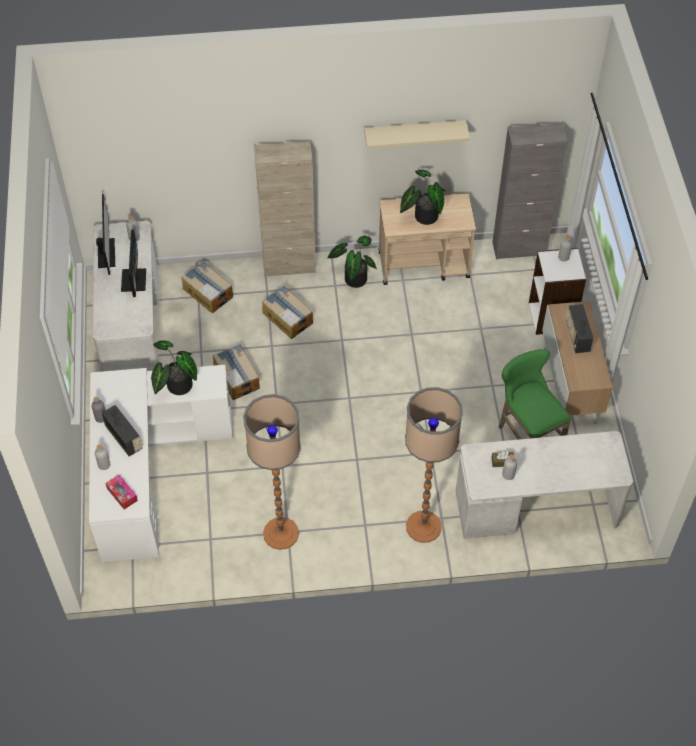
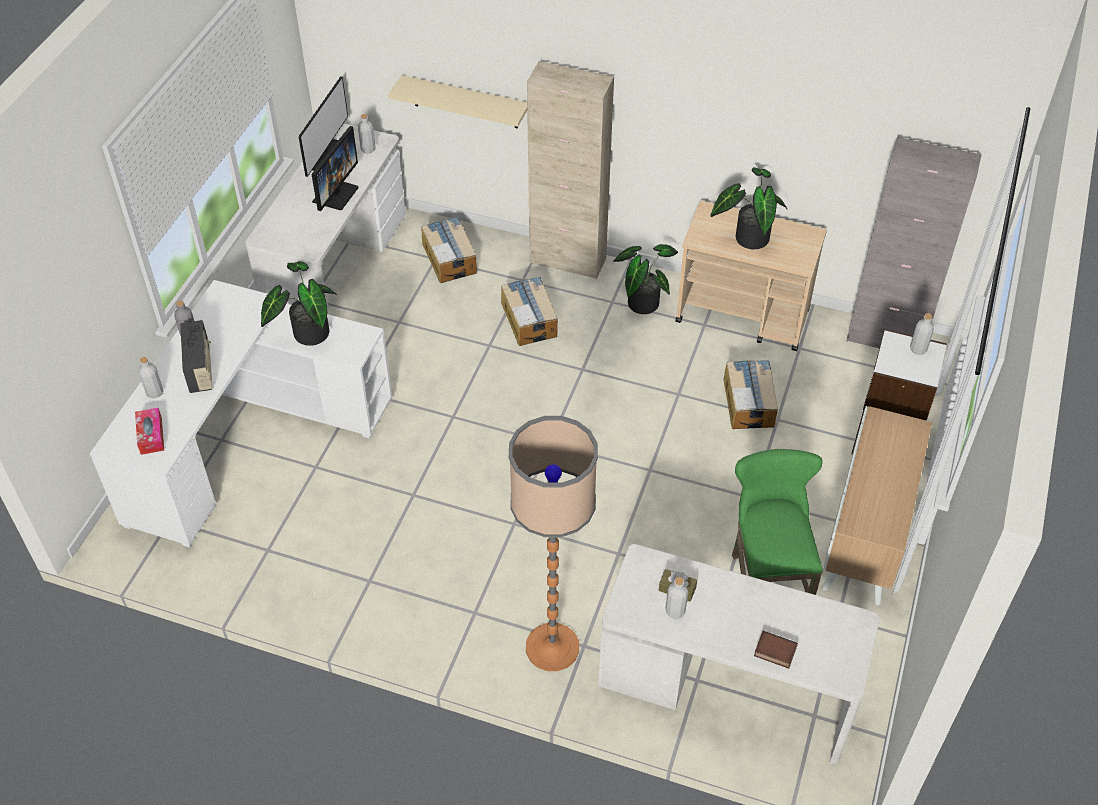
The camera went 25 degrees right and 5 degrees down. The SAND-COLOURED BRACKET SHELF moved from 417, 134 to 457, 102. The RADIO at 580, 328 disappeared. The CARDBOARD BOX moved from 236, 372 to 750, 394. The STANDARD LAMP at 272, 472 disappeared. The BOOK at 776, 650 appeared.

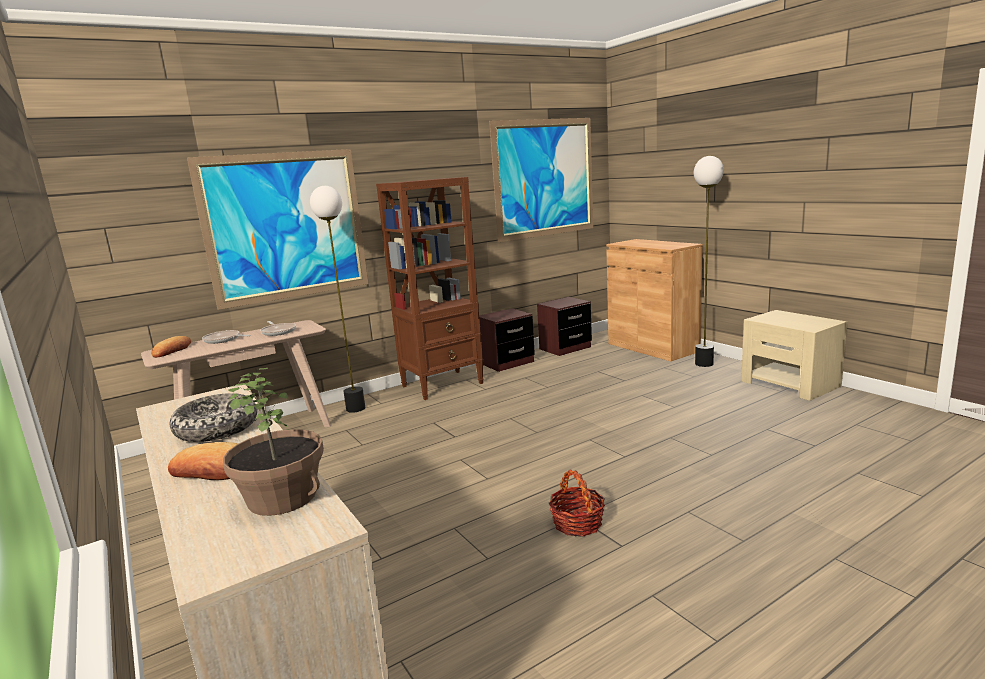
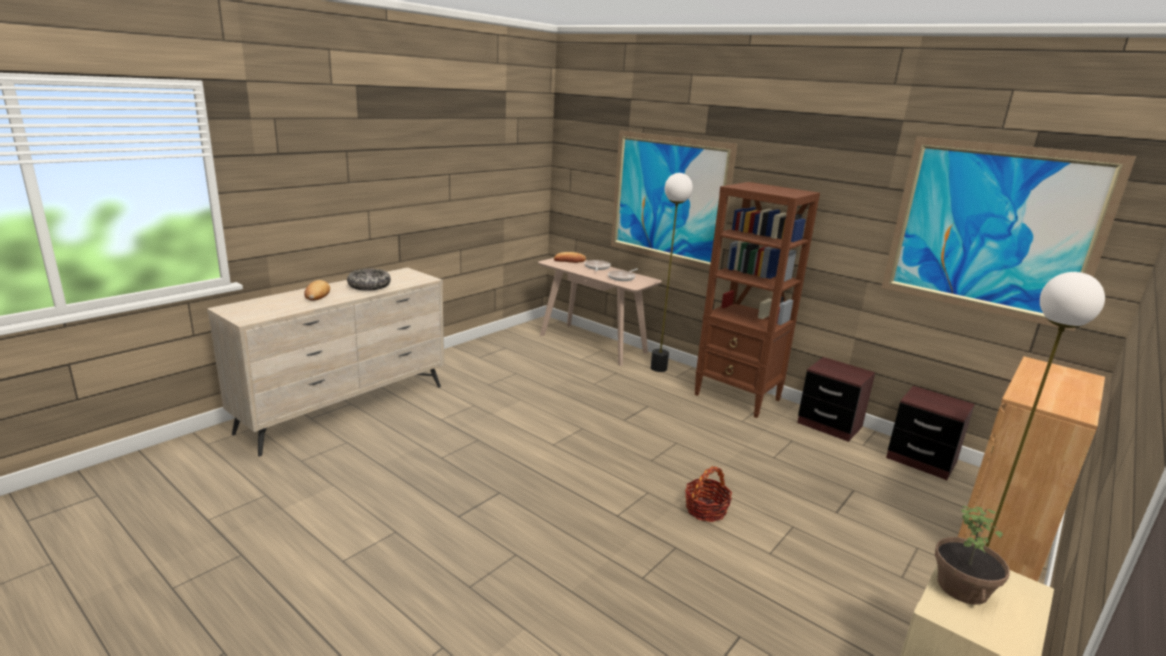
The camera went 70 degrees right and 5 degrees up. The HOUSEPLANT moved from 273, 442 to 972, 555. The BASKET moved from 577, 503 to 708, 494.

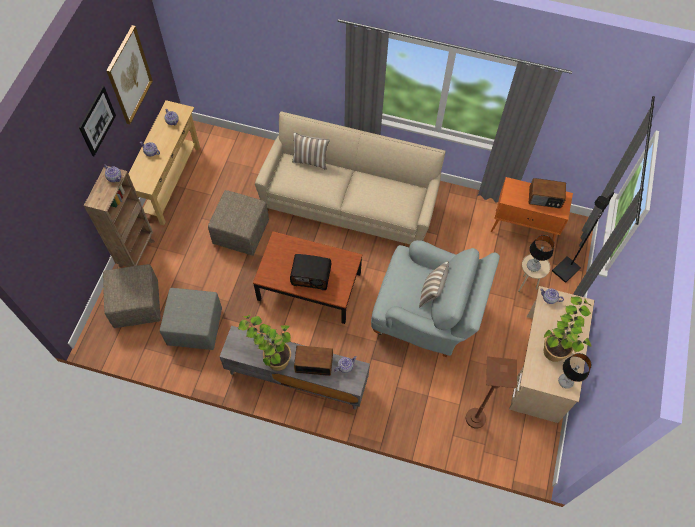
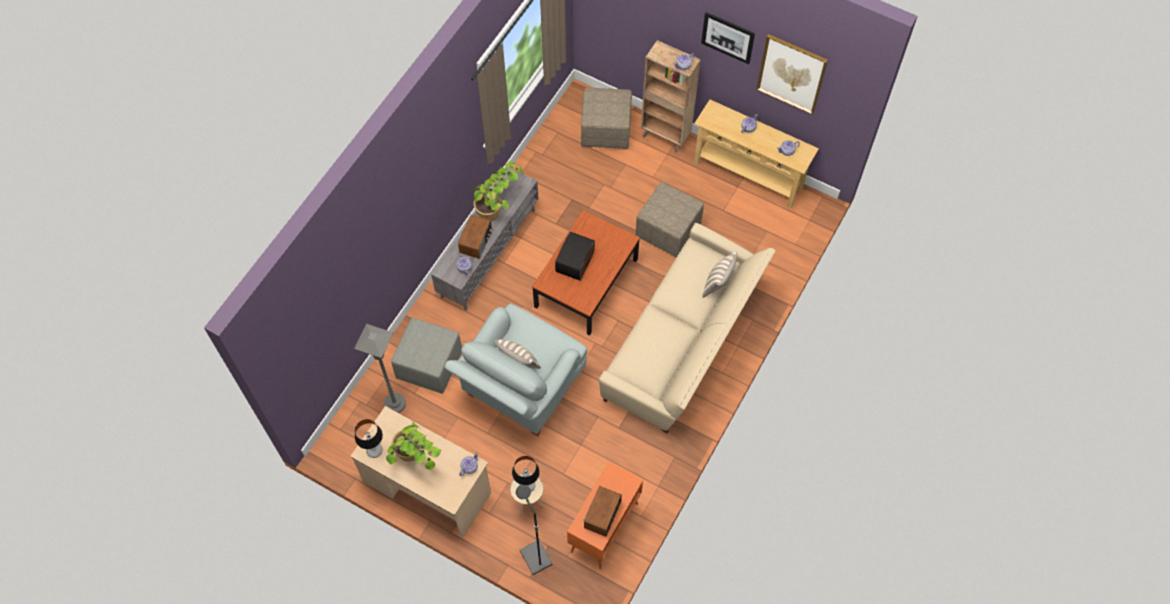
The camera went 105 degrees right and 0 degrees up. The GREYISH POUFFE moved from 191, 319 to 426, 356. The BROWNISH STANDARD LAMP at 491, 392 became the GREYISH STANDARD LAMP at 380, 368.

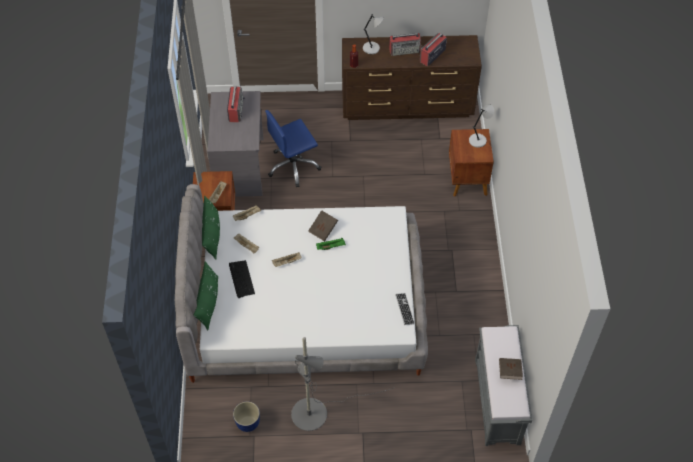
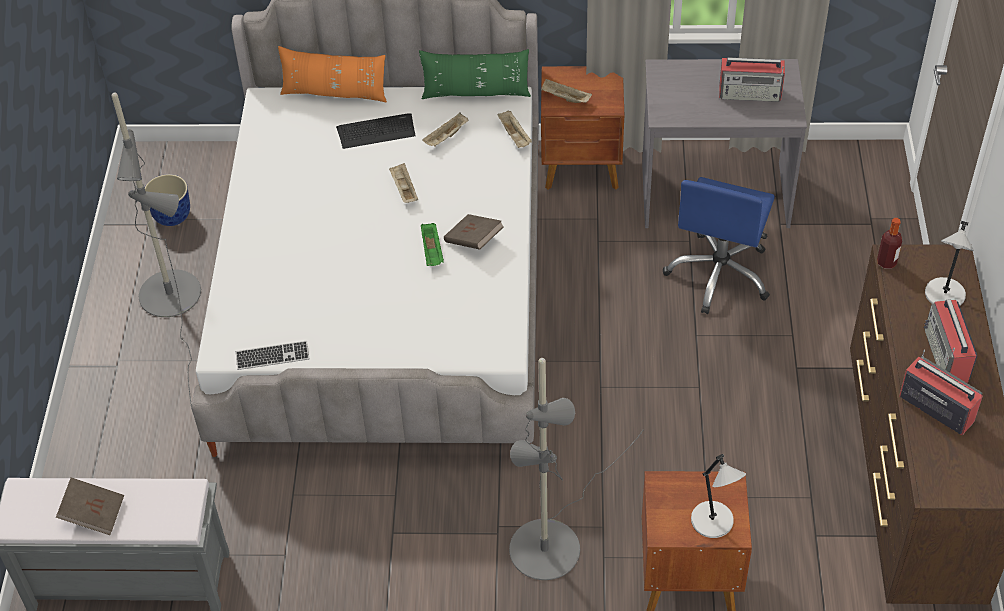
The camera went 95 degrees right and 5 degrees down. The BLUE COMPUTER CHAIR at 293, 149 turned 135 degrees counterclockwise. The GREEN-COLOURED PILLOW at 206, 295 became the ORANGE PILLOW at 332, 74. The GREYISH STANDARD LAMP at 576, 469 appeared.

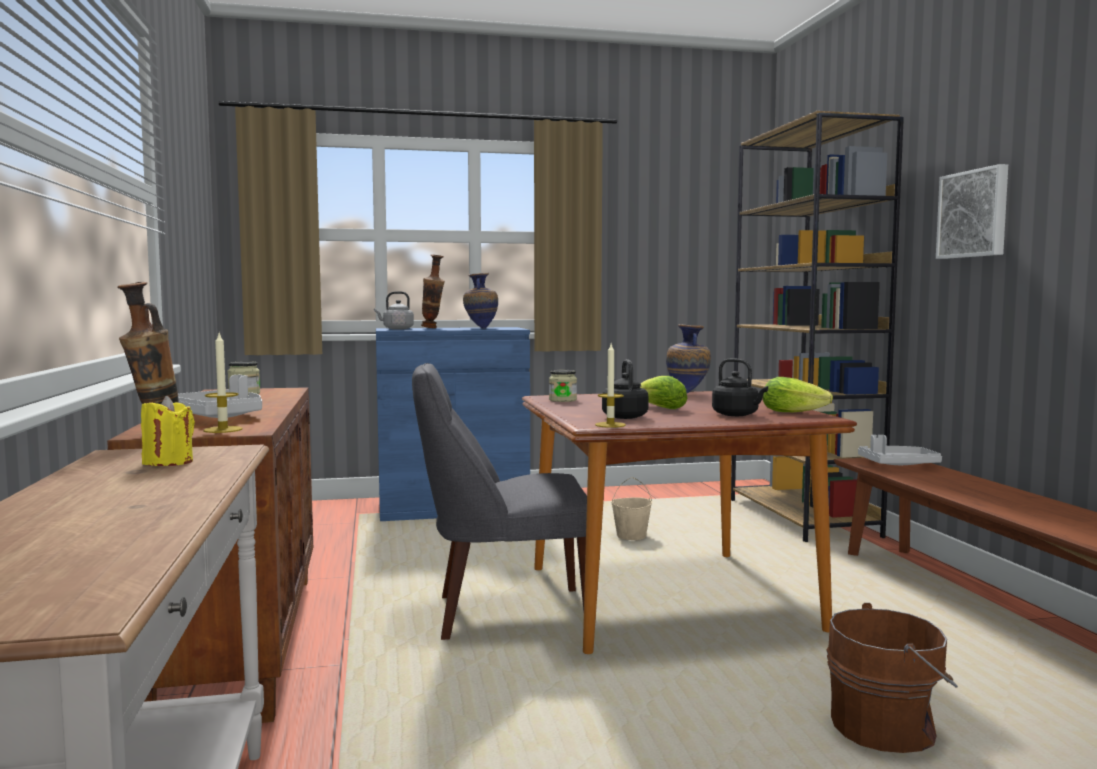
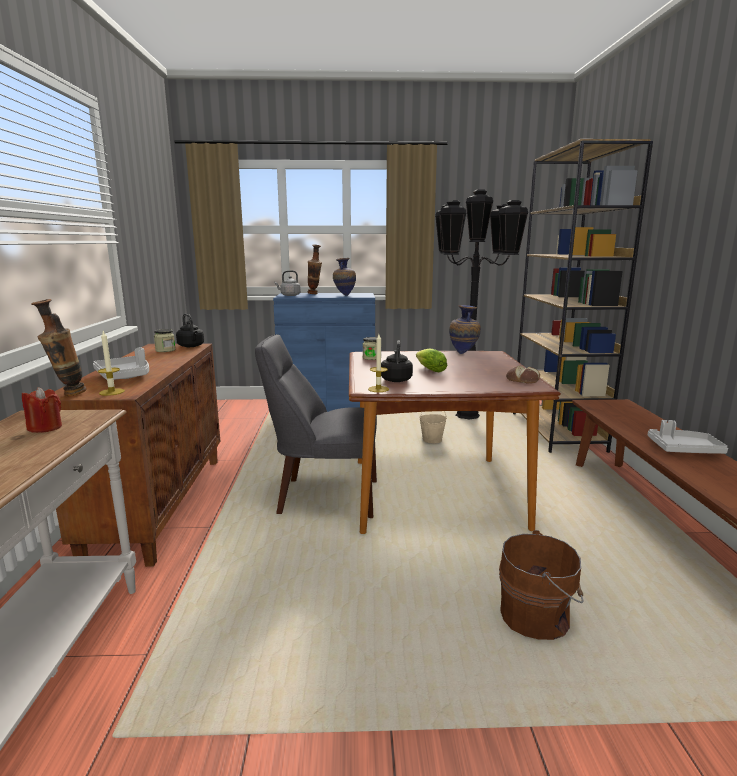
The camera went 10 degrees right and 10 degrees up. The WALL ART at 972, 211 disappeared. The BLACK-COLOURED KETTLE moved from 740, 387 to 190, 330. The HEAD OF LETTUCE at 798, 395 was replaced by the BAKERY BREAD at 523, 375. The YELLOW CANDLE at 168, 431 became the RED CANDLE at 42, 410. The GREYISH SERVING TRAY moved from 900, 450 to 688, 437. The BLACK-COLOURED STANDARD LAMP at 481, 304 appeared.

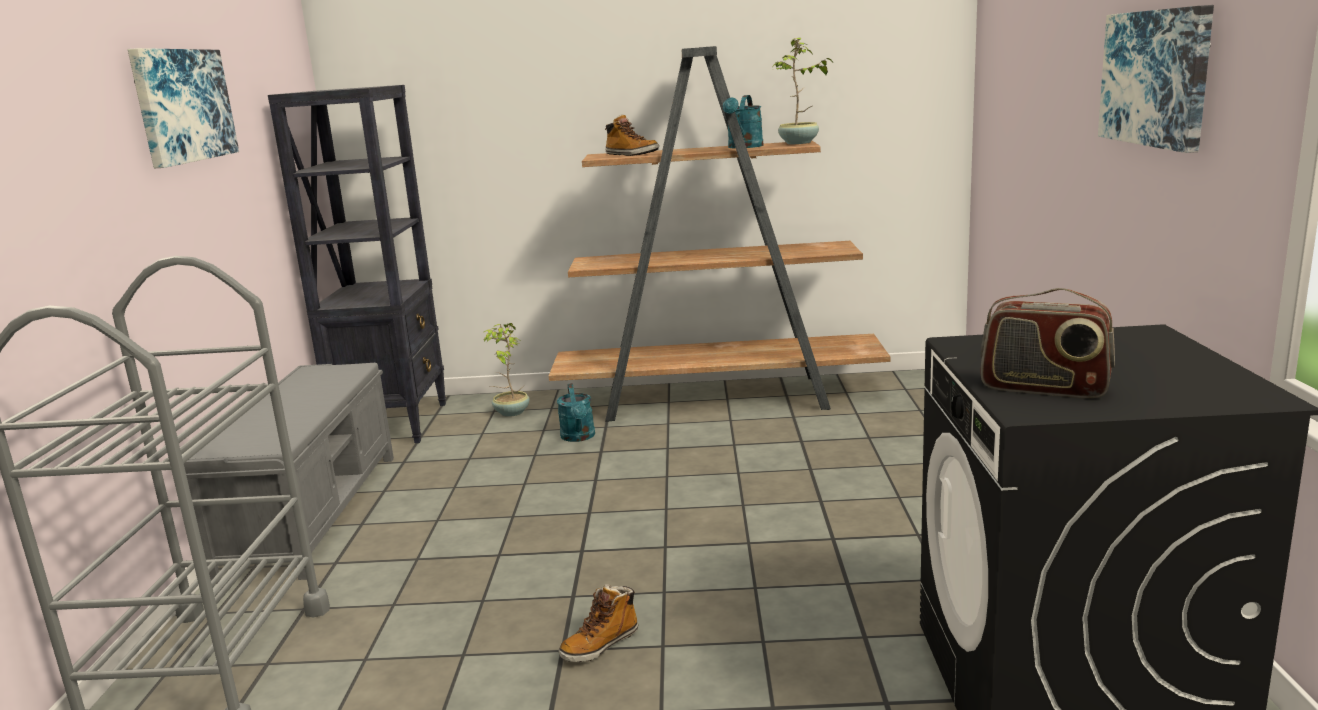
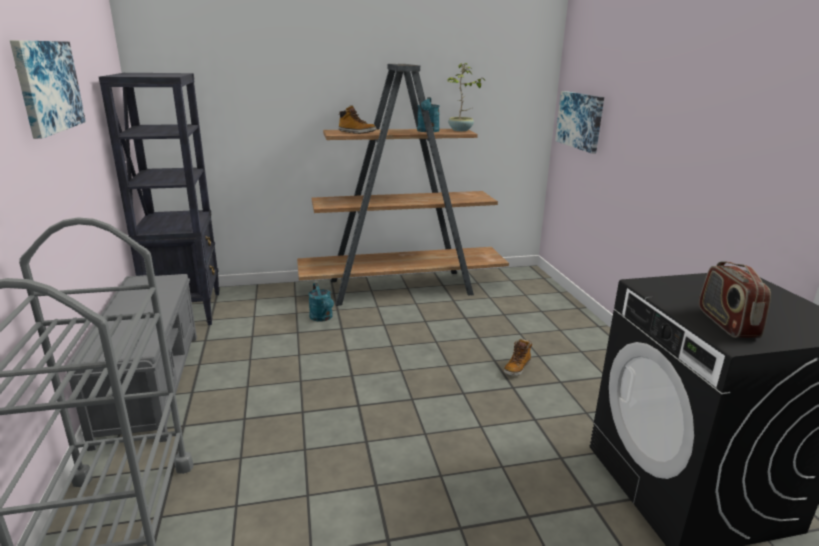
The camera went 15 degrees left and 5 degrees up. The WALL ART moved from 1156, 79 to 579, 122. The RADIO at 1047, 343 turned 75 degrees clockwise. The HOUSEPLANT at 506, 370 disappeared. The HIGH-TOP BOOT moved from 599, 623 to 517, 357.

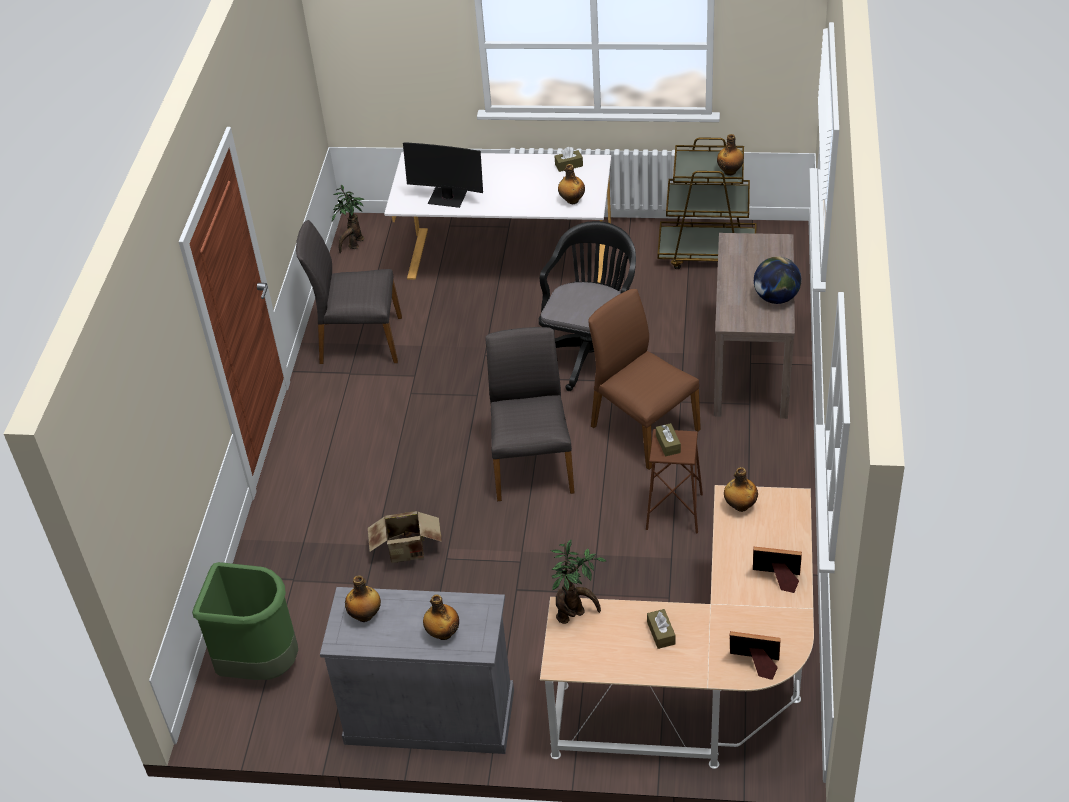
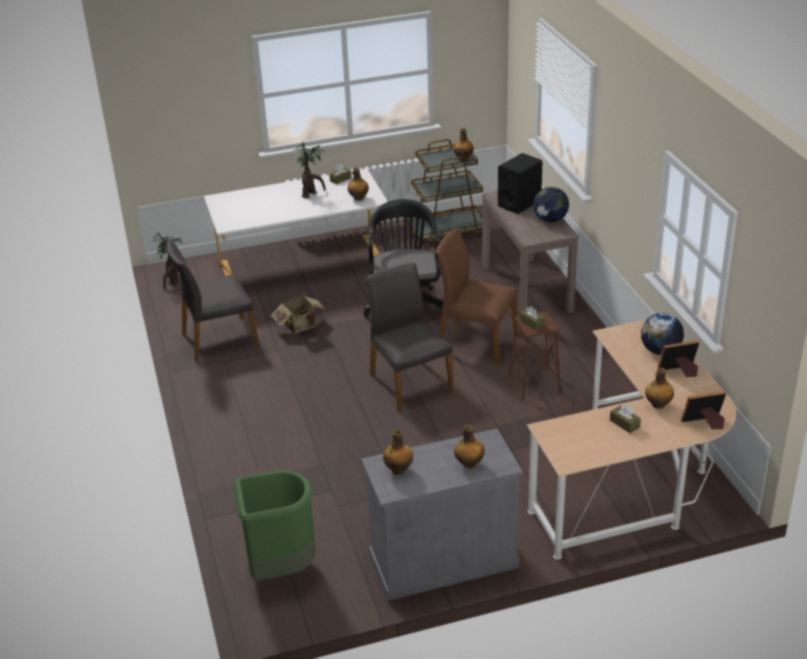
The camera went 25 degrees left and 10 degrees down. The COMPUTER DISPLAY at 443, 175 disappeared. The BEVERAGE BOTTLE moved from 741, 489 to 659, 388. The CARDBOARD BOX moved from 405, 537 to 299, 314. The HOUSEPLANT moved from 578, 582 to 310, 170. The BLACK-COLOURED LOUDSPEAKER at 520, 183 appeared. The WORLD GLOBE at 662, 334 appeared.

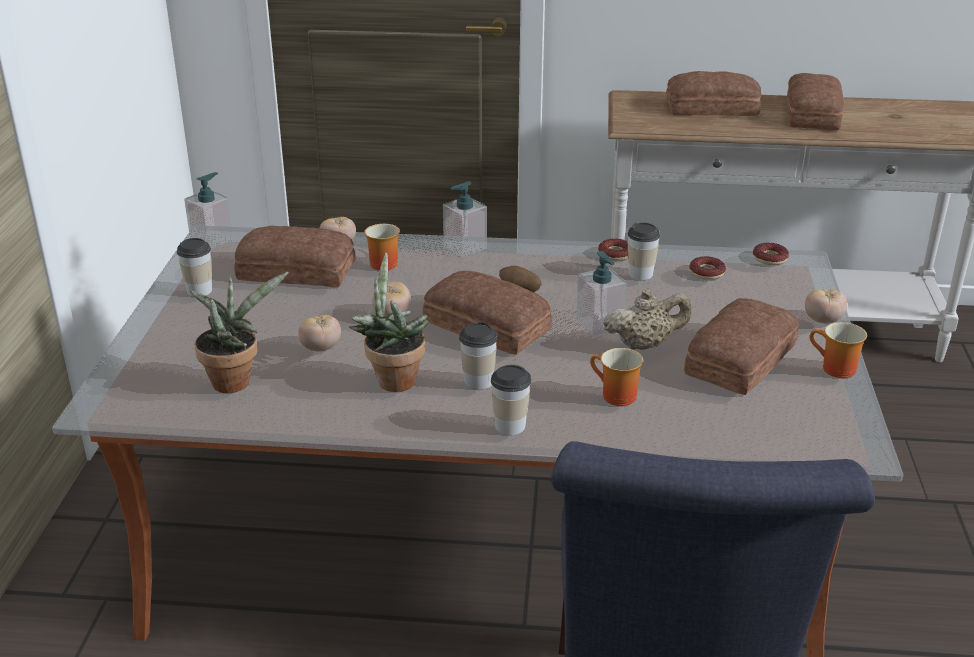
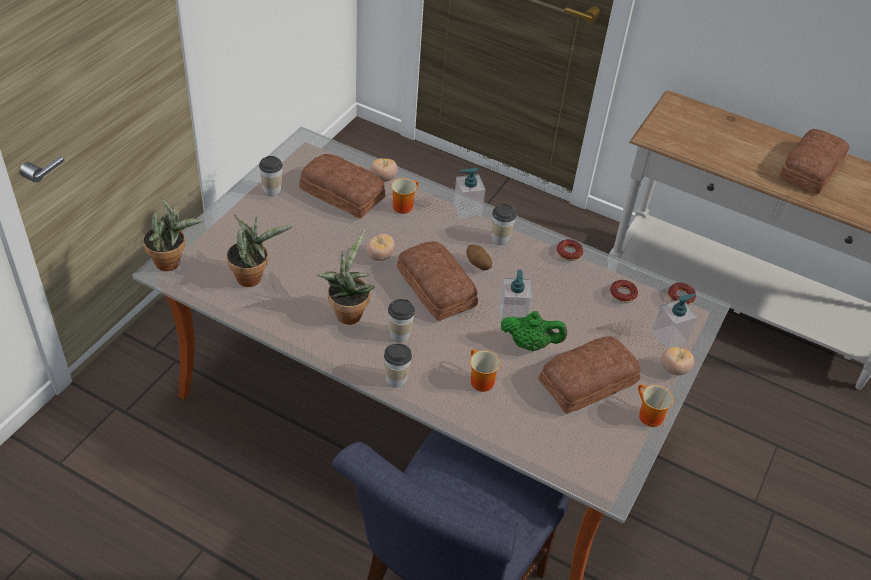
The camera went 20 degrees right and 15 degrees up. The BAKERY BREAD at 714, 93 disappeared. The LIQUID SOAP BOTTLE moved from 209, 210 to 674, 321. The DRINKING CUP moved from 643, 251 to 504, 224. The SAND-COLOURED TEA POT at 647, 319 became the GREEN-COLOURED TEA POT at 534, 331. The TOMATO at 319, 333 disappeared. The HOUSEPLANT at 172, 234 appeared.

